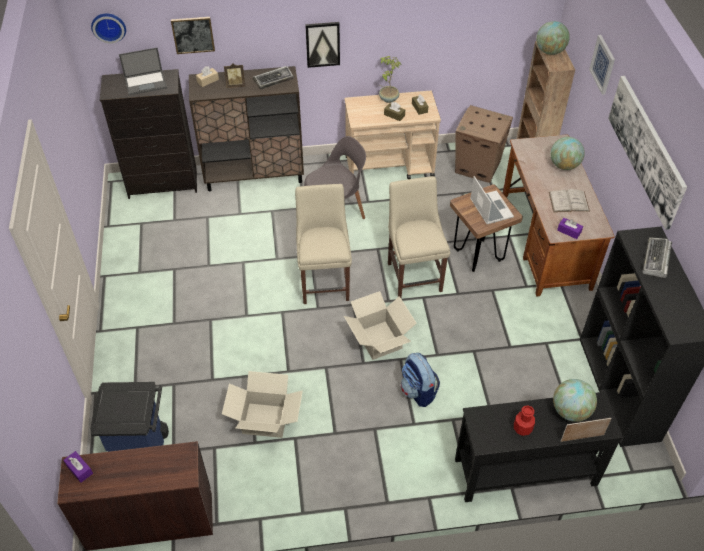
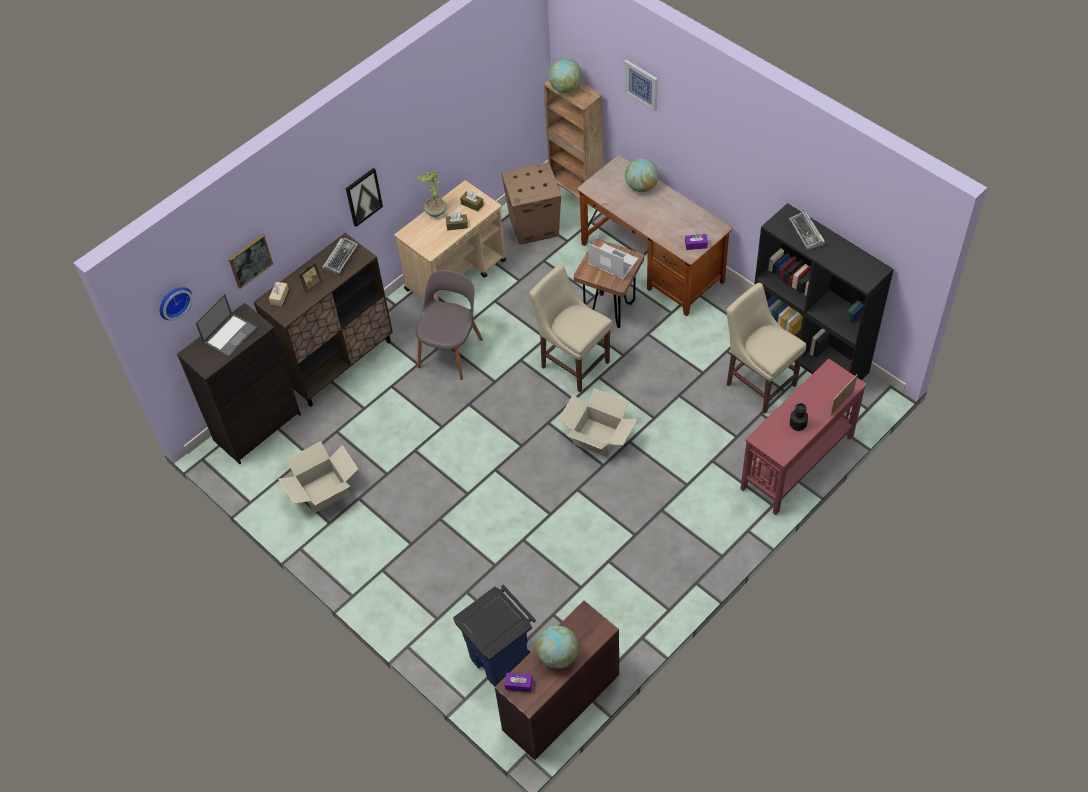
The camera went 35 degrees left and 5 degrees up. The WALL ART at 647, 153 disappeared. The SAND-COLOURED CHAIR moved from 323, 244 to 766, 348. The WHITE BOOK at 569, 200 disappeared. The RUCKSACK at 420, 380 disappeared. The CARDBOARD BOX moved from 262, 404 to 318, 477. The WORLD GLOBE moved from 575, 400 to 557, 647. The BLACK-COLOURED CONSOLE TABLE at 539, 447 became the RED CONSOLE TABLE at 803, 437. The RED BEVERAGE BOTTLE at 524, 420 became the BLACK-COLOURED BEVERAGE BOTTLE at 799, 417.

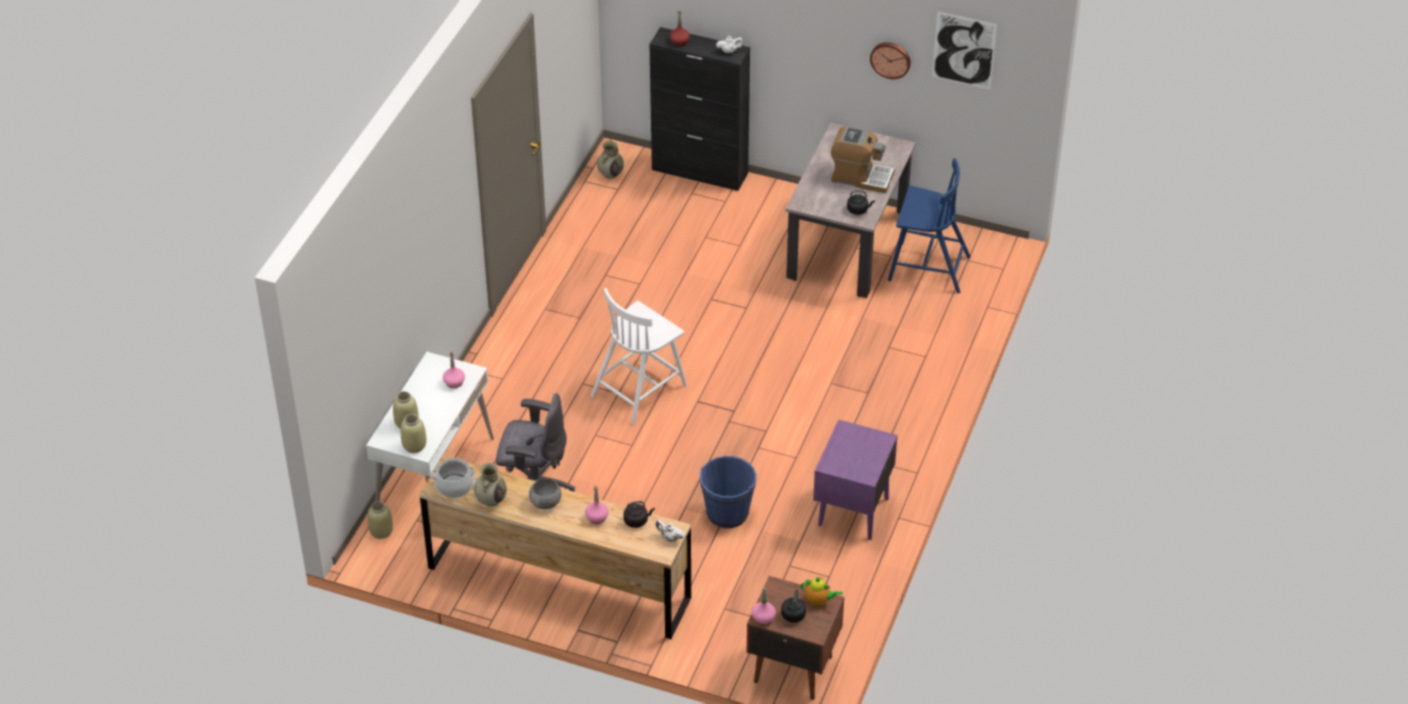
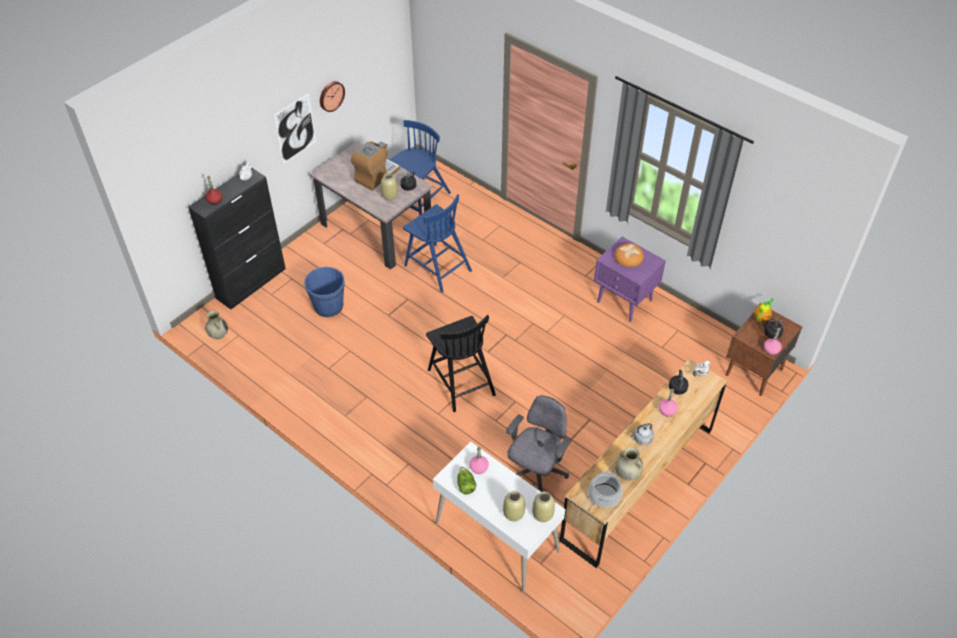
The camera went 70 degrees left and 5 degrees up. The WALL ART moved from 964, 50 to 294, 128. The WHITE CHAIR at 639, 356 became the BLACK-COLOURED CHAIR at 461, 363. The BLUE PAIL moved from 728, 492 to 324, 292. The GREYISH DEEP DISH at 545, 494 was replaced by the GREYISH KETTLE at 641, 434. The SAND-COLOURED FLOWER VASE moved from 380, 520 to 389, 187. The BLUE CHAIR at 437, 243 appeared. The BAKERY BREAD at 629, 255 appeared. The HEAD OF LETTUCE at 466, 480 appeared.

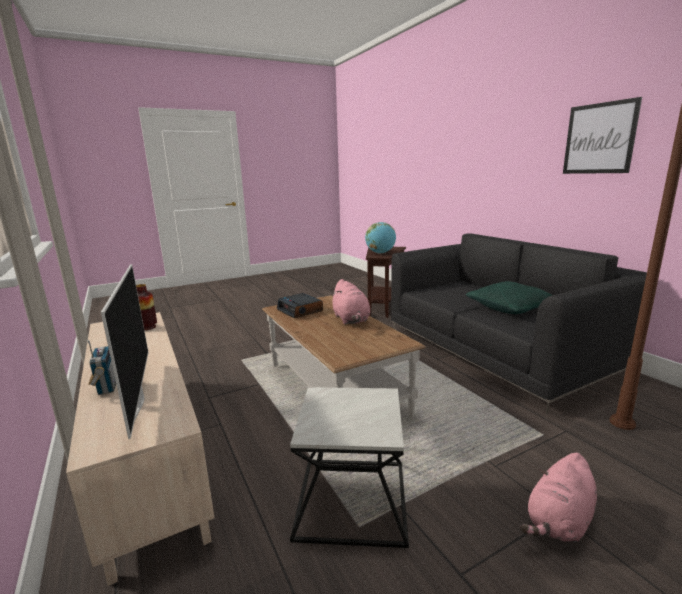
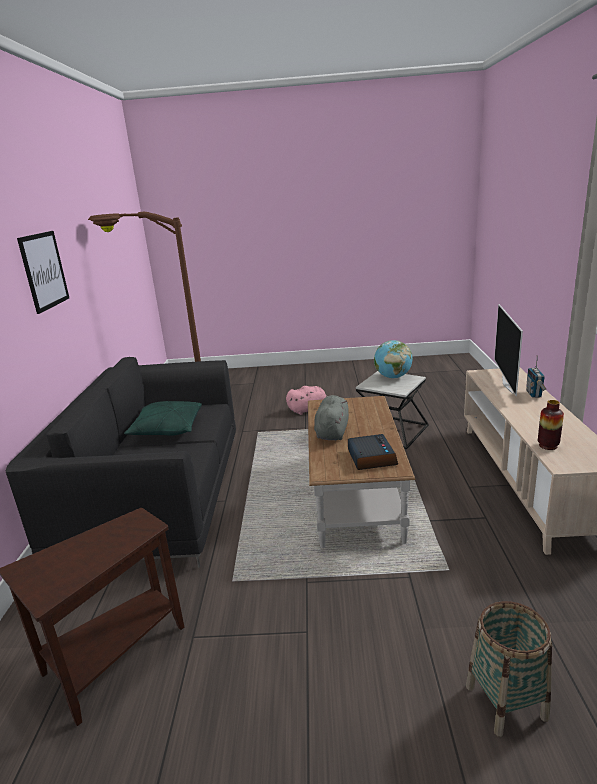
The camera went 150 degrees left and 5 degrees up. The WORLD GLOBE moved from 380, 237 to 393, 359. The PINK-COLOURED SOFT TOY at 350, 301 became the GREYISH SOFT TOY at 331, 417. The BASKET at 509, 669 appeared.

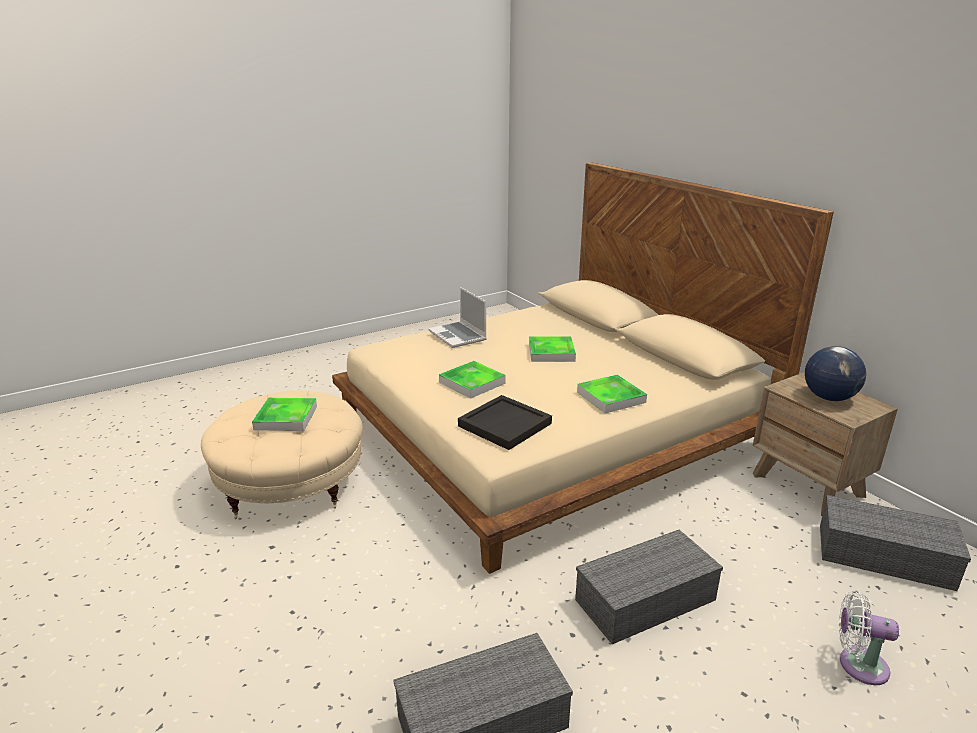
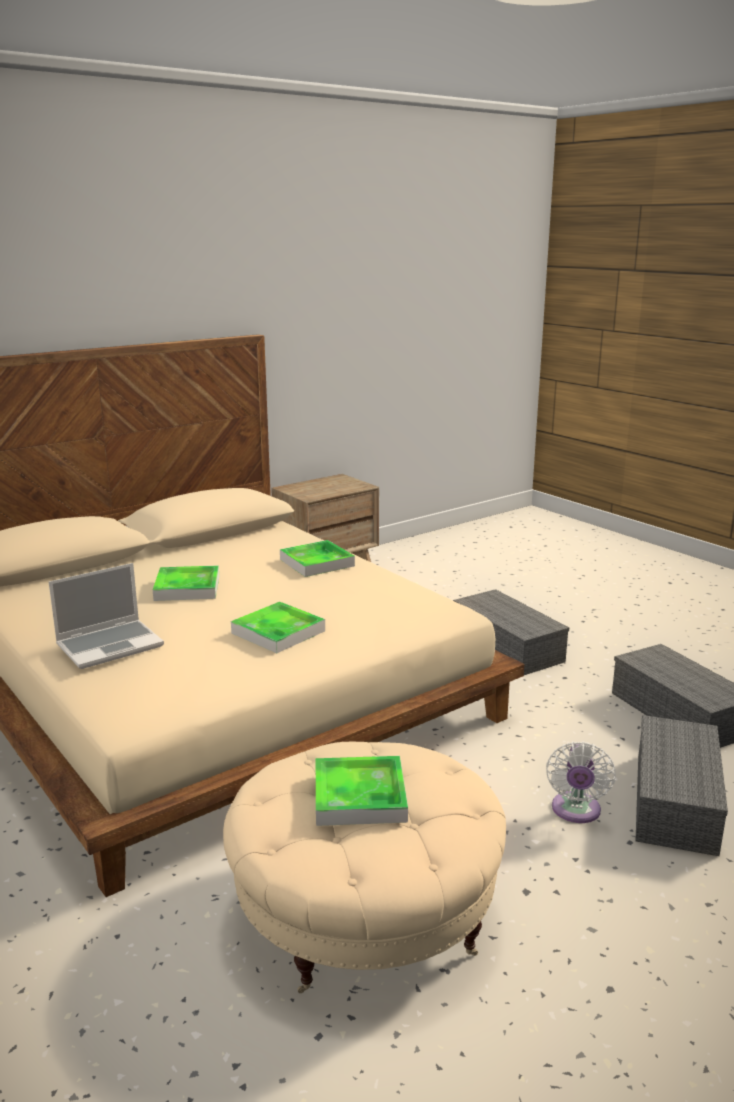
The camera went 95 degrees left and 5 degrees down. The WORLD GLOBE at 835, 373 disappeared. The BLACK-COLOURED SERVING TRAY at 505, 422 disappeared. The GREYISH STORAGE BOX moved from 895, 543 to 682, 785. The WHITE COOLING FAN moved from 869, 637 to 581, 782.

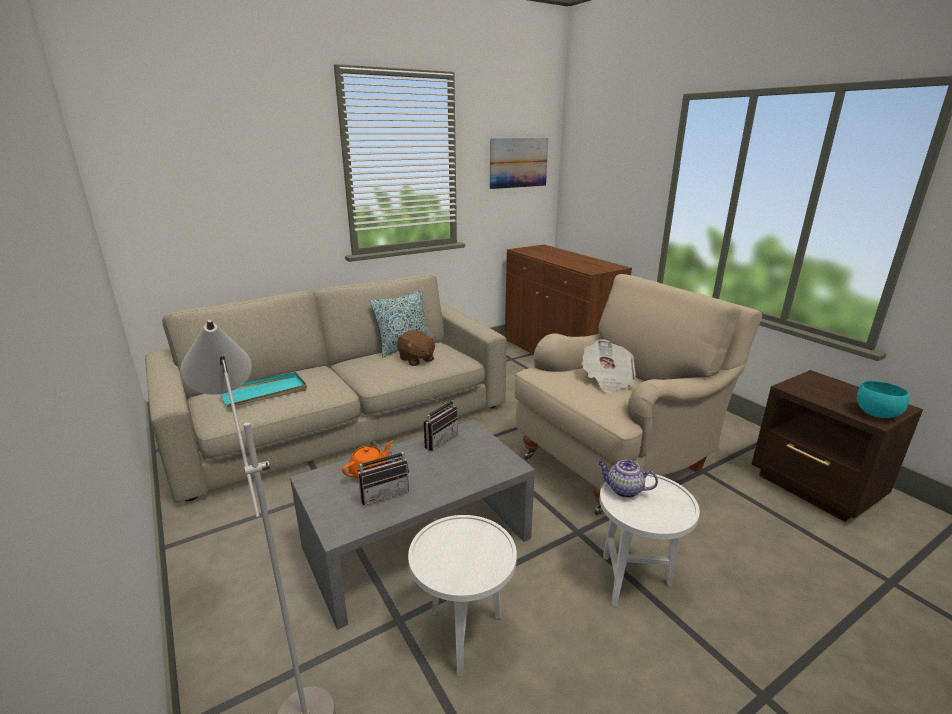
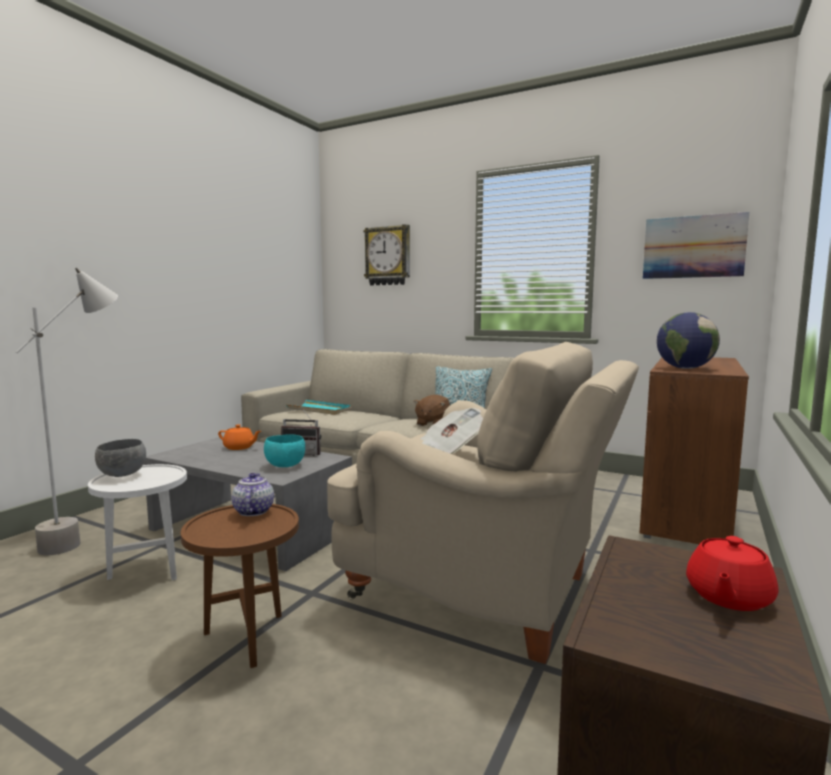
The camera went 60 degrees right and 15 degrees down. The TURQUOISE DEEP DISH moved from 883, 399 to 284, 450. The RADIO at 383, 472 disappeared. The WHITE ACCENT TABLE at 650, 539 became the BROWNISH ACCENT TABLE at 240, 586. The WALL CLOCK at 386, 254 appeared. The WORLD GLOBE at 688, 340 appeared. The GREYISH DEEP DISH at 120, 458 appeared. The RED TEA POT at 732, 573 appeared.

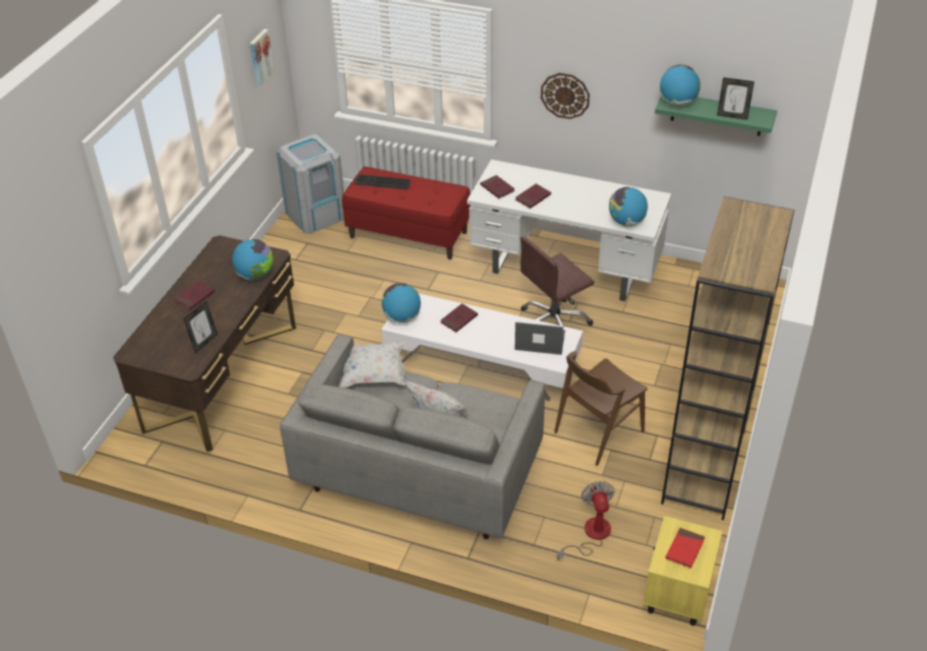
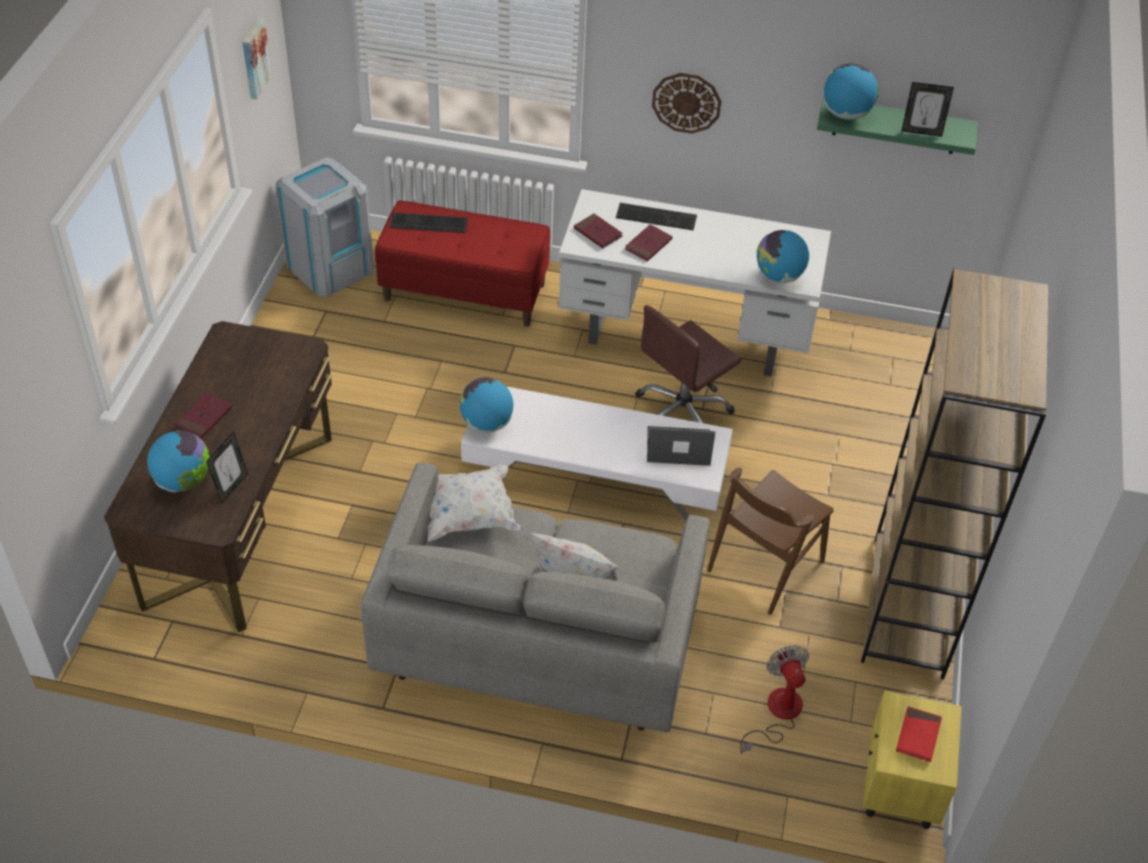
The camera went 10 degrees left and 5 degrees up. The WORLD GLOBE moved from 252, 260 to 178, 461. The RED BOOK at 459, 318 disappeared. The KEYBOARD at 656, 216 appeared.

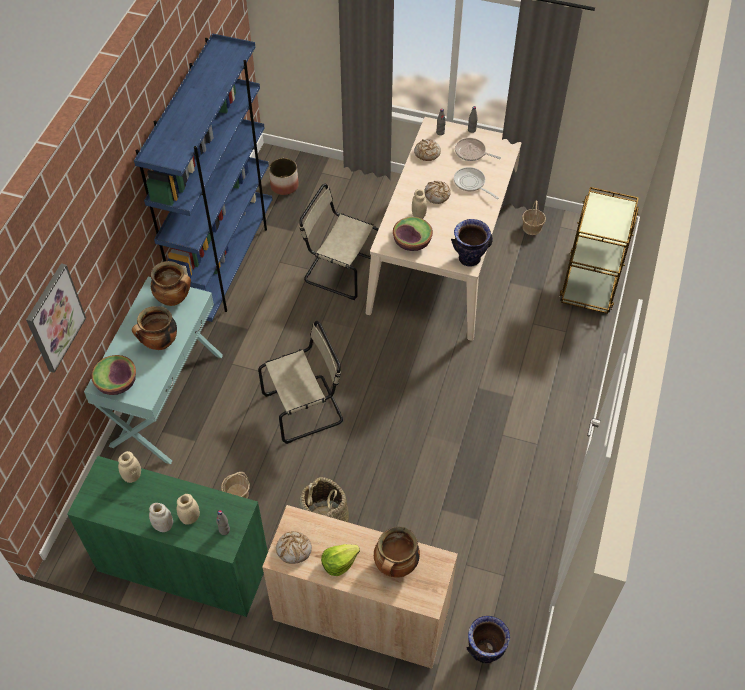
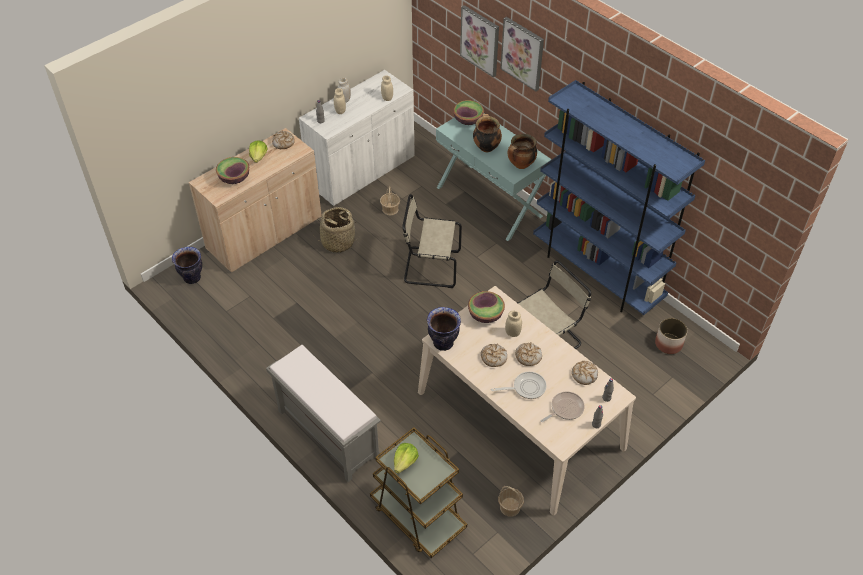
The camera went 120 degrees right and 5 degrees down. The SAND-COLOURED CHAIR at 300, 382 turned 90 degrees clockwise. The GREEN-COLOURED STORAGE CABINET at 167, 536 became the WHITE STORAGE CABINET at 357, 138. The STOCKPOT at 397, 552 was replaced by the DEEP DISH at 232, 170. The WALL ART at 522, 54 appeared. The BAKERY BREAD at 494, 355 appeared. The GREYISH BENCH at 323, 413 appeared. The HEAD OF LETTUCE at 406, 458 appeared.

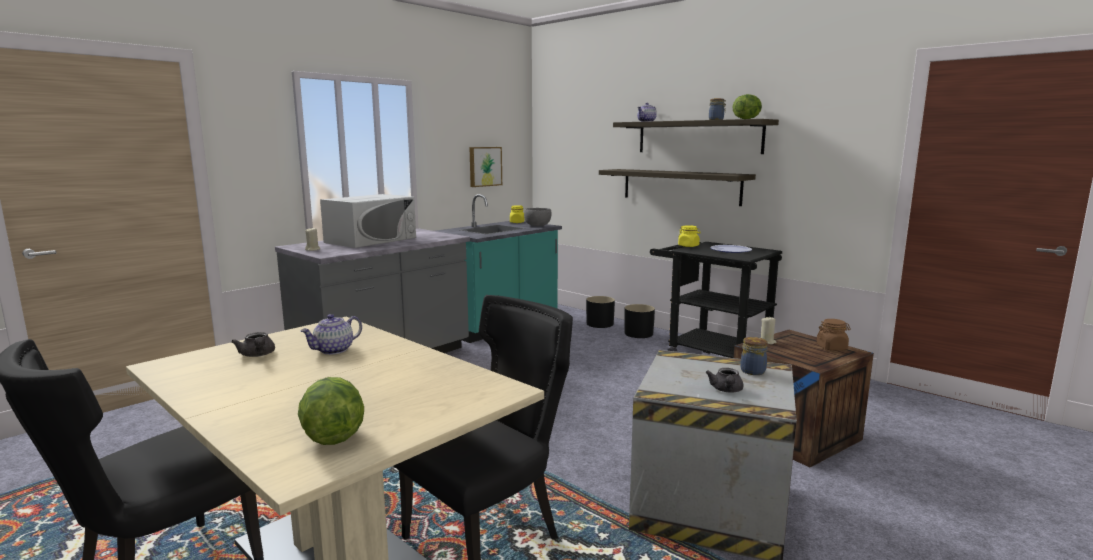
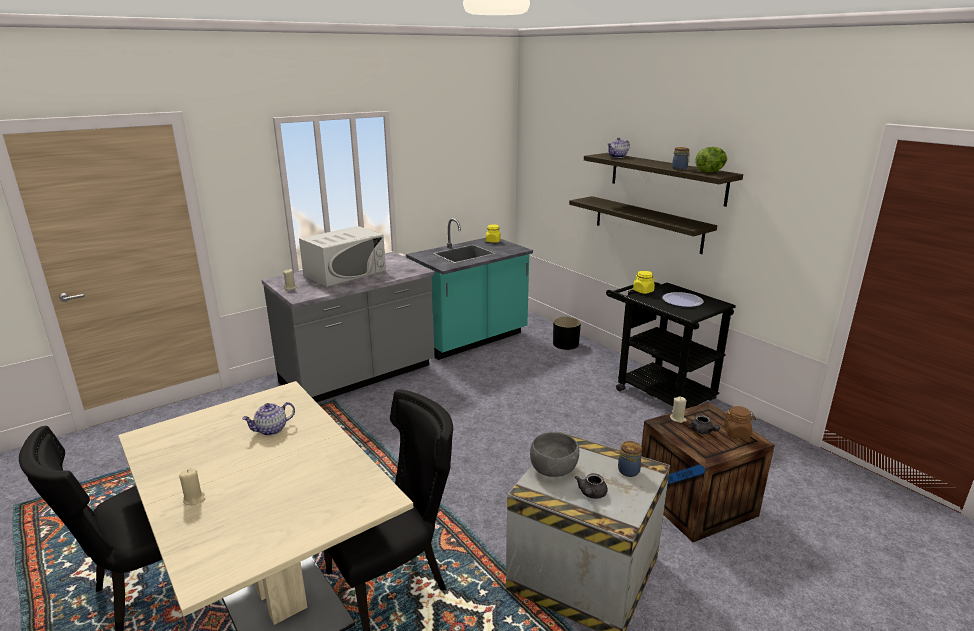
The camera went 10 degrees right and 10 degrees up. The WALL ART at 485, 167 disappeared. The GREYISH DEEP DISH moved from 537, 217 to 554, 454. The BLACK-COLOURED PLANT POT at 639, 321 disappeared. The GREYISH TEA POT moved from 253, 344 to 705, 424. The HEAD OF LETTUCE at 331, 411 disappeared. The SAND-COLOURED CANDLE at 192, 487 appeared.

